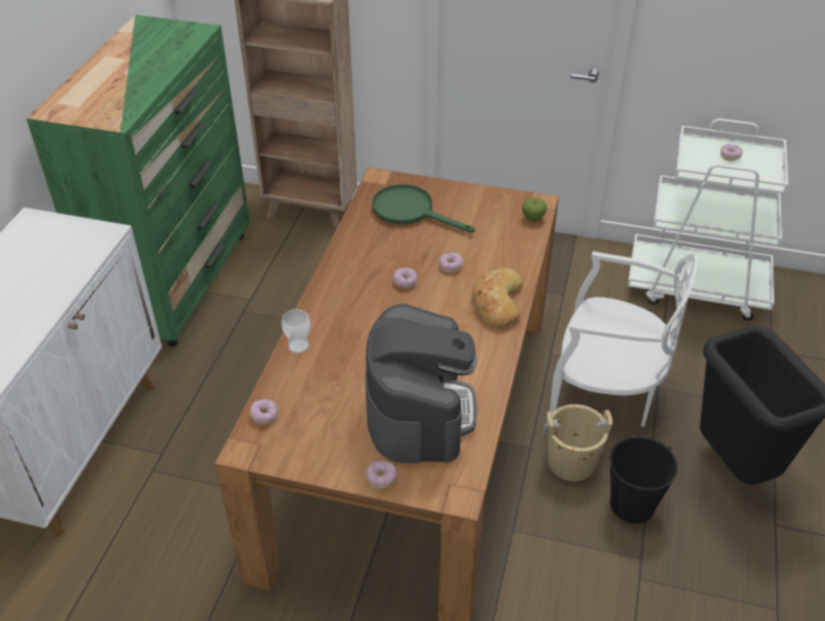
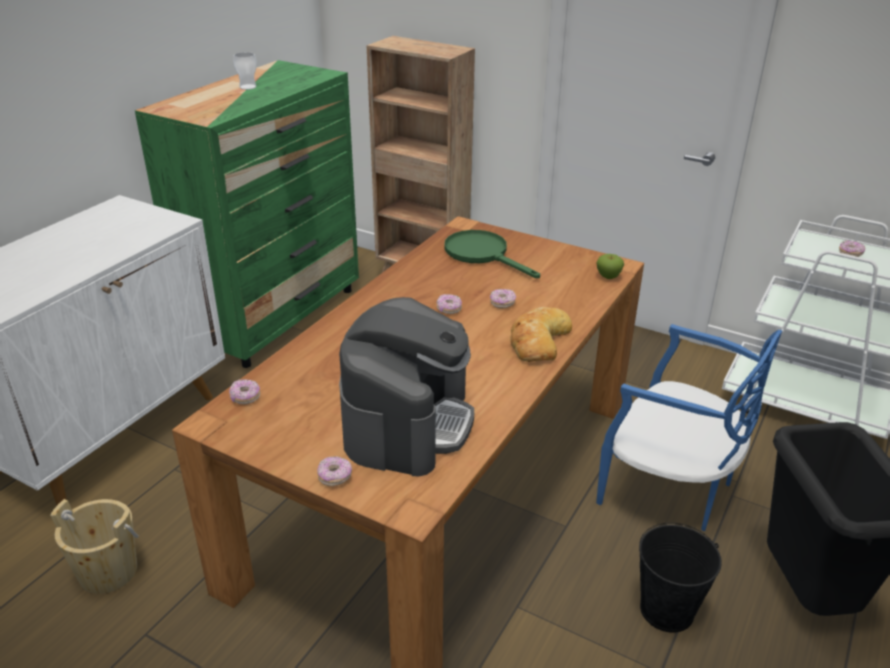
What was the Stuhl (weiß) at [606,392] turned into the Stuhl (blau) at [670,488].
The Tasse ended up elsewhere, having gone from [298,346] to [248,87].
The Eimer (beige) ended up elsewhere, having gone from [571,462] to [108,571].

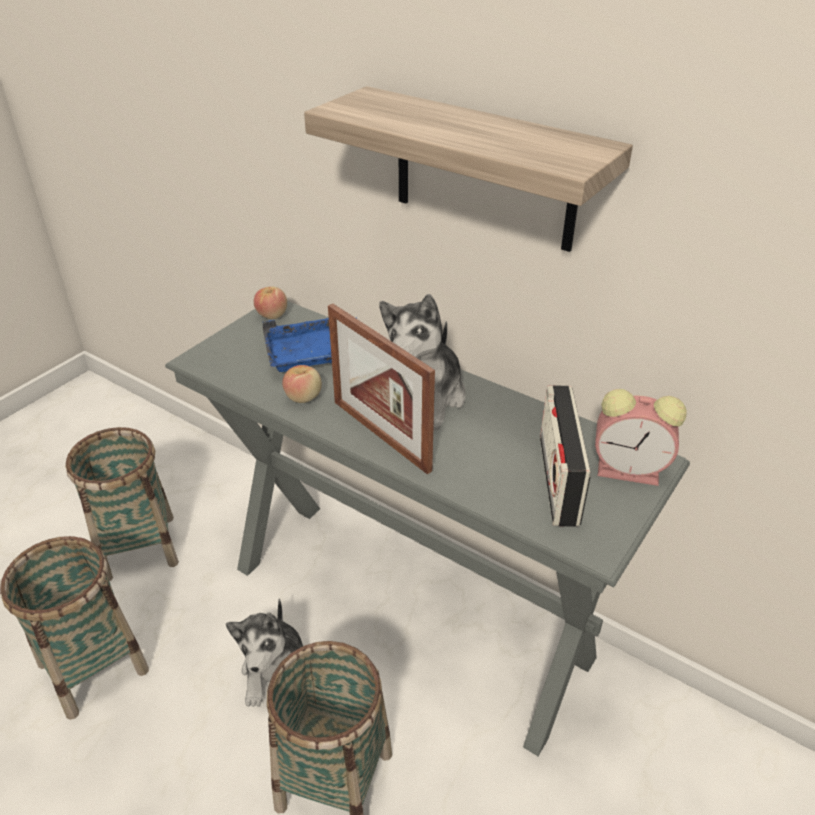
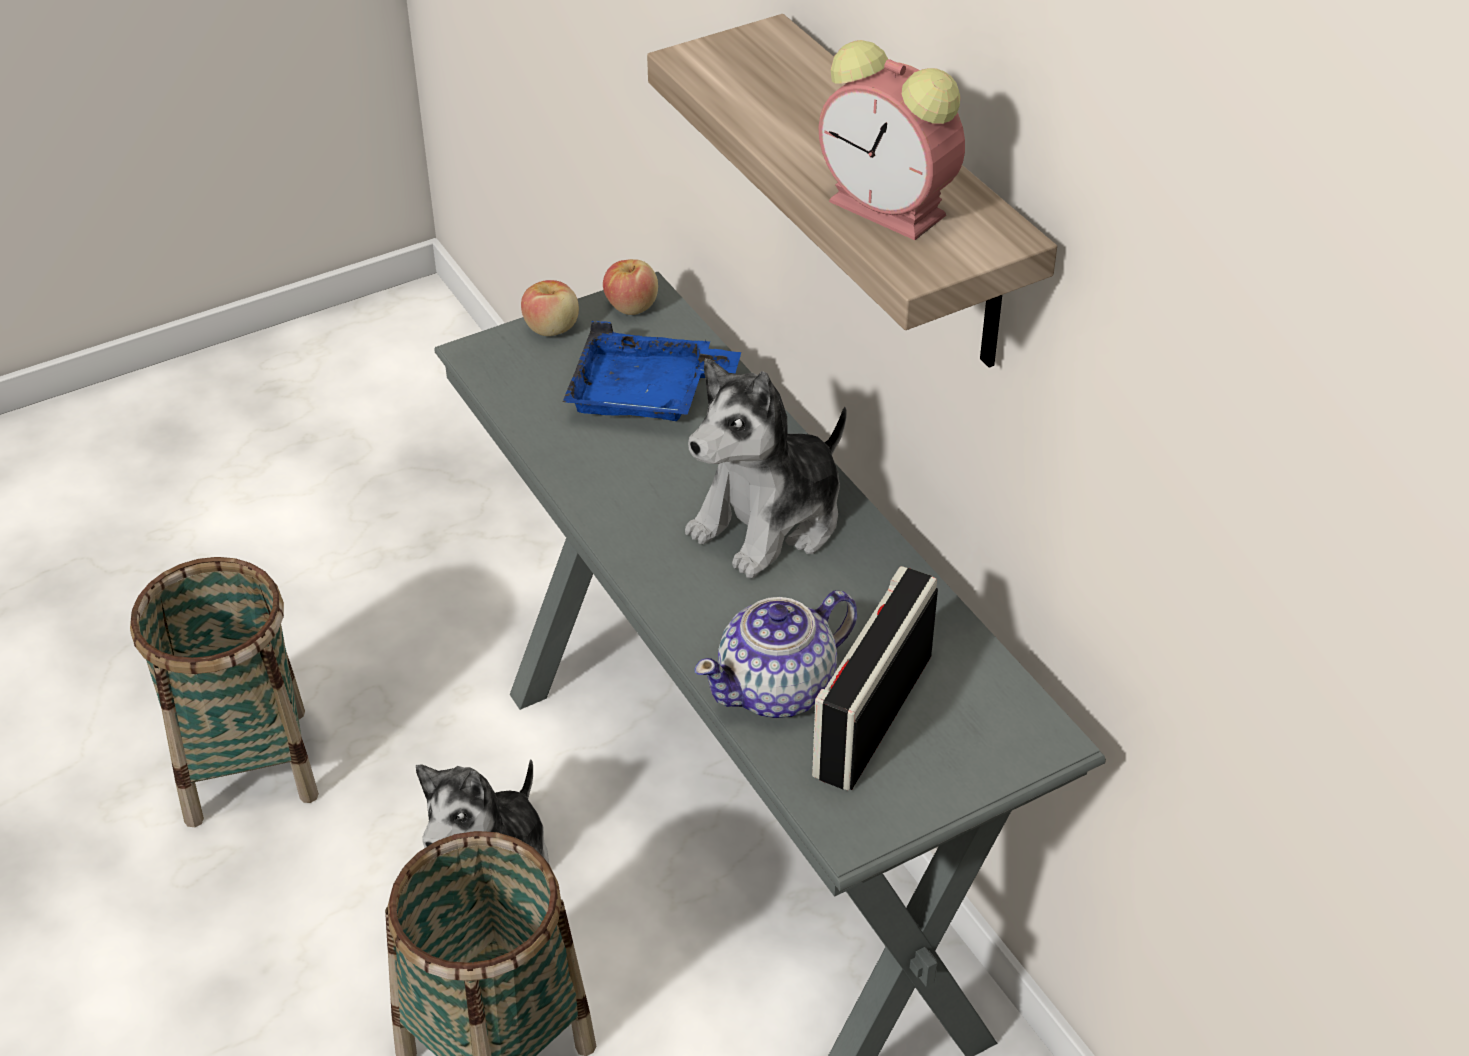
The second view lost the Bilderrahmen at [381,435].
The Apfel ended up elsewhere, having gone from [304,397] to [552,328].
The Wecker ended up elsewhere, having gone from [631,470] to [892,209].
The second view lost the Korb at [138,547].
The second view gained the Teekanne at [778,689].

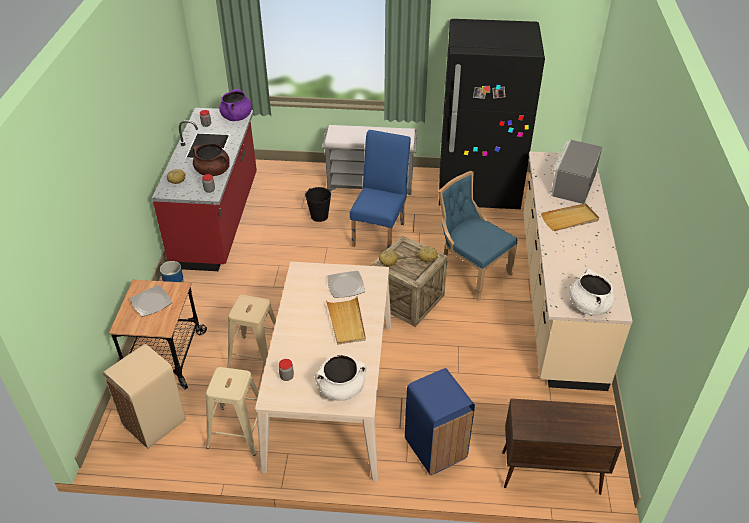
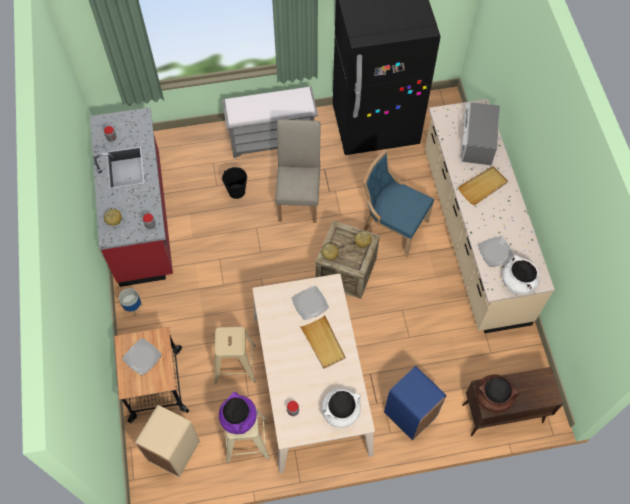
The Kochtopf (lila) ended up elsewhere, having gone from [237,117] to [238,418].
What was the Stuhl (blau) at [380,231] turned into the Stuhl (beige) at [299,198].
The Kochtopf (braun) ended up elsewhere, having gone from [213,171] to [493,397].
The second view gained the Teller at [495,252].

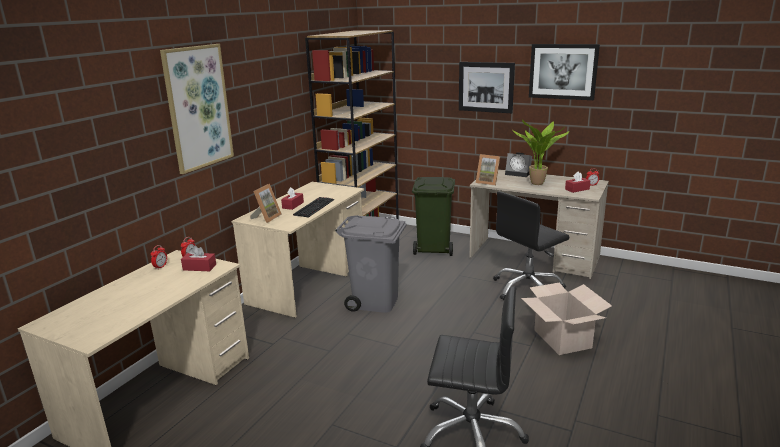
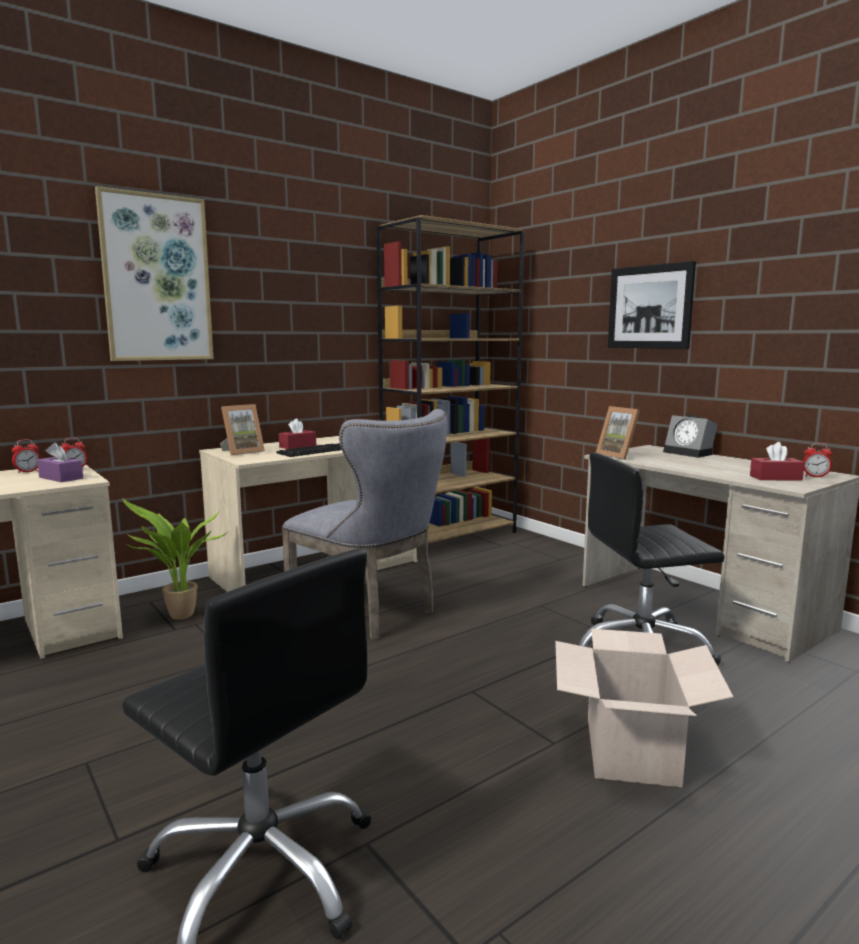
The second view lost the Bild at [563,71].
The Topfpflanze ended up elsewhere, having gone from [538,184] to [179,618].
The second view lost the Mülleimer (grün) at [434,248].
Where the Mülleimer (grau) stood at [375,302], the Stuhl (grau) came to stand at [371,612].
What was the Taschentuchbox (rot) at [199,267] turned into the Taschentuchbox (lila) at [61,478].

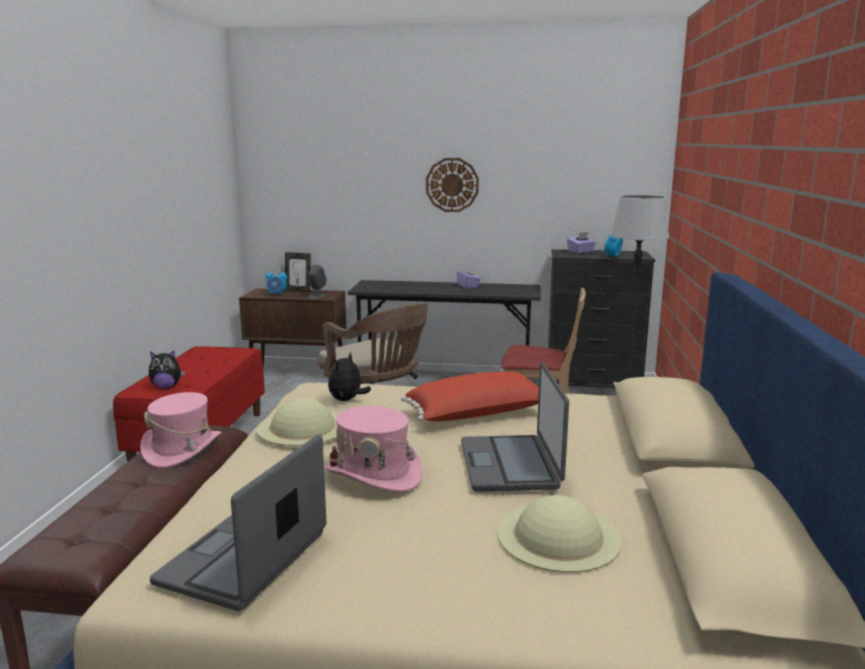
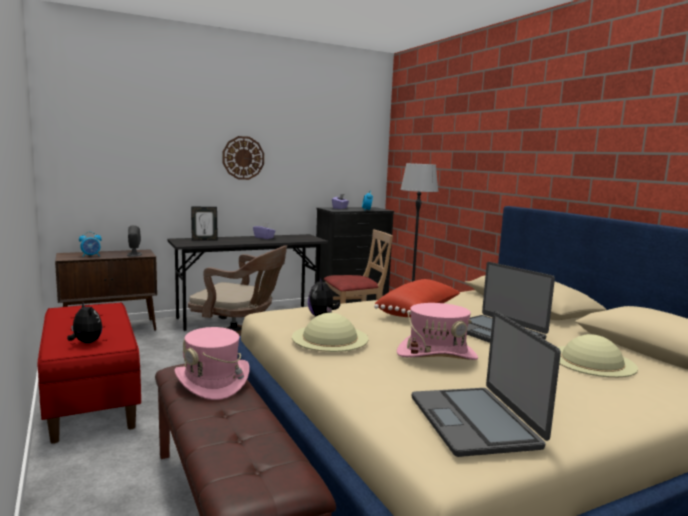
The Bilderrahmen ended up elsewhere, having gone from [298,290] to [204,240].
The Plüschtier at [166,387] ended up facing another way, 90 degrees counterclockwise from before.

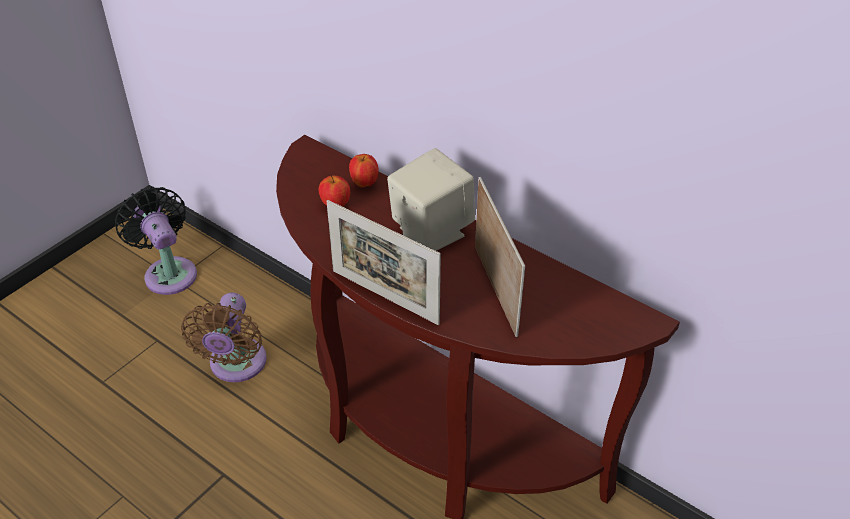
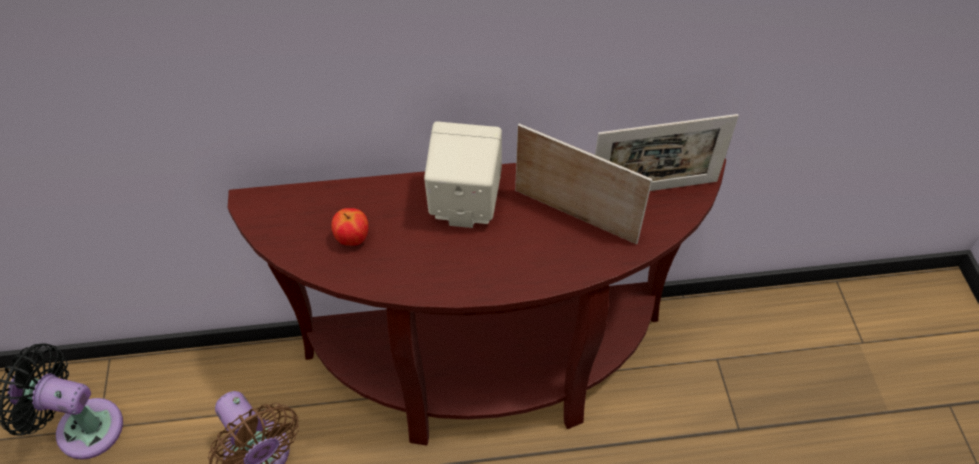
The second view lost the Apfel at [364,183].
The Bilderrahmen ended up elsewhere, having gone from [384,297] to [653,189].

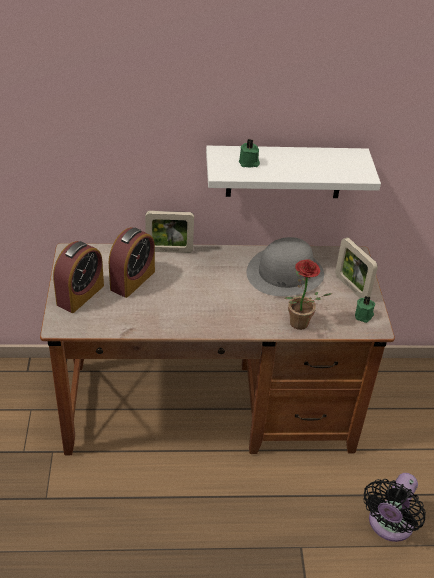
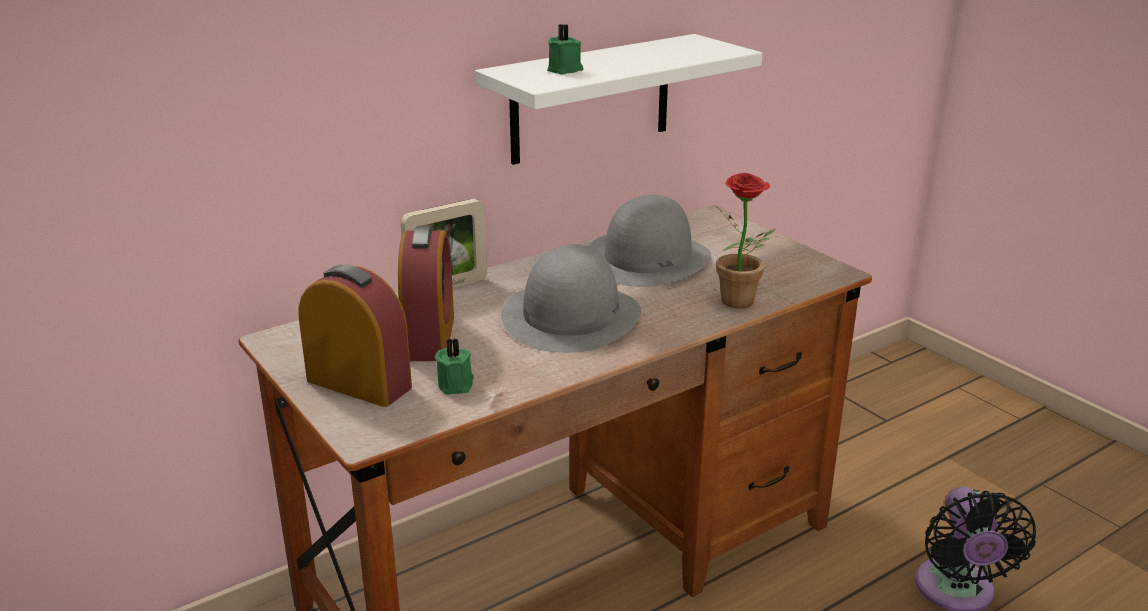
The second view lost the Bilderrahmen at [351,288].
The Wecker at [80,295] ended up facing another way, 60 degrees counterclockwise from before.
The Kerze (grün) ended up elsewhere, having gone from [364,315] to [457,384].
The second view gained the Hut (grau) at [570,316].

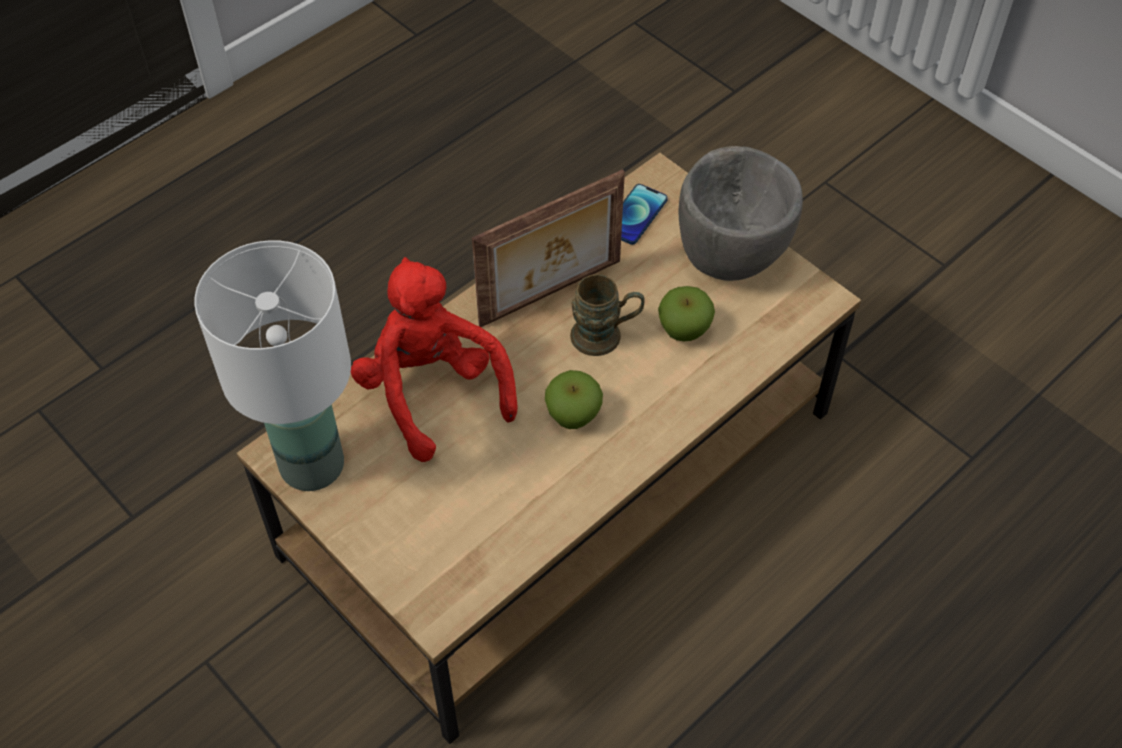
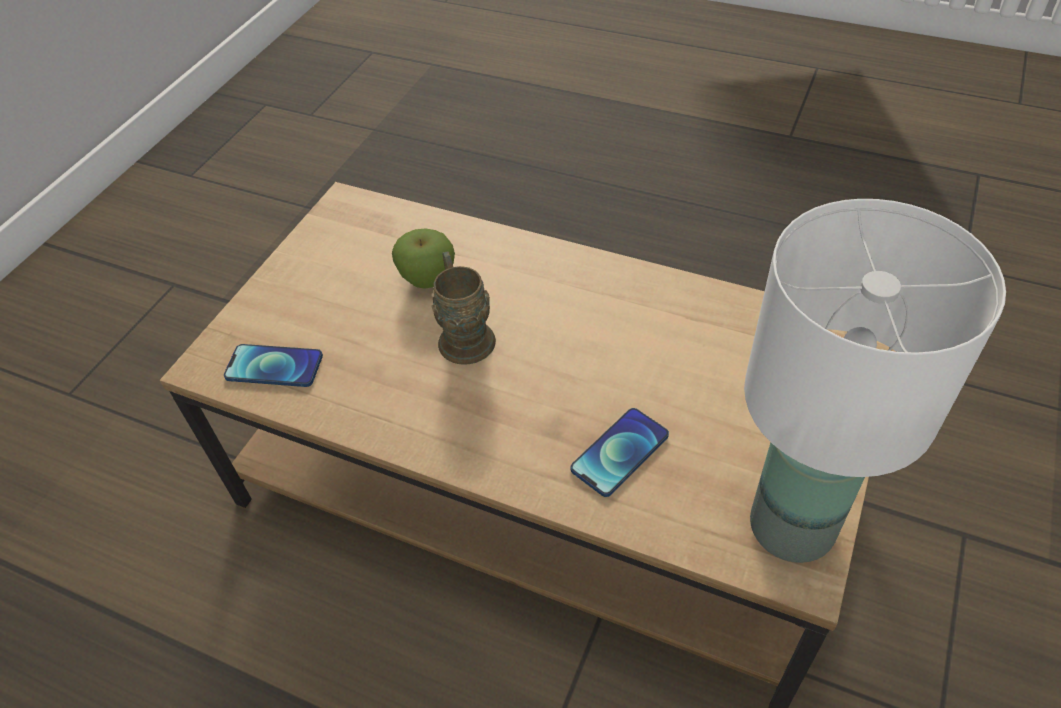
The second view lost the Schüssel (grau) at [731,258].
The second view lost the Bilderrahmen at [552,294].
Where the Plüschtier (rot) stood at [432,391], the Handy came to stand at [620,452].
The second view lost the Apfel at [573,416].

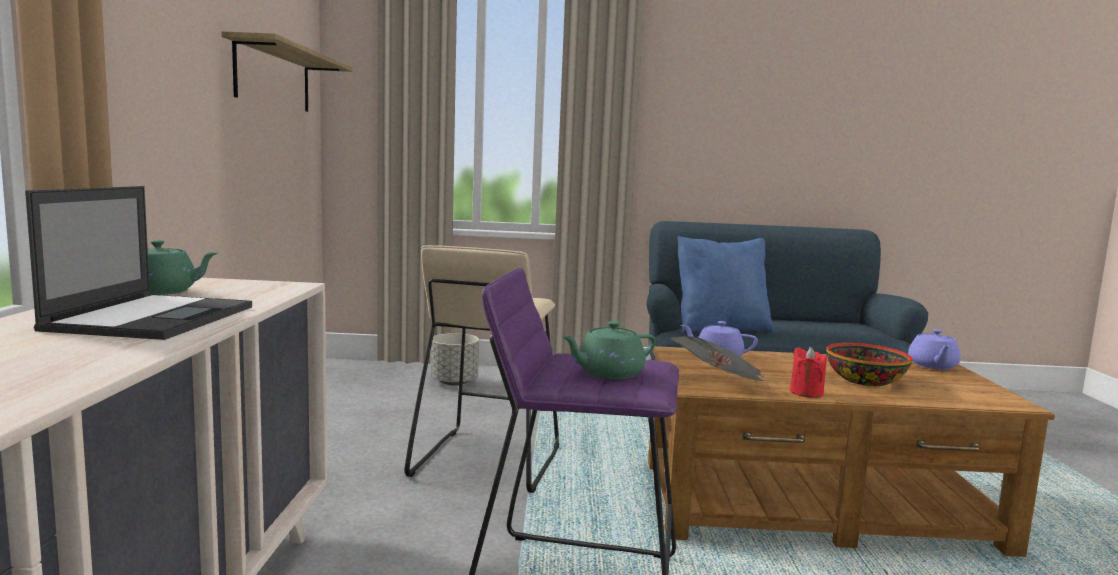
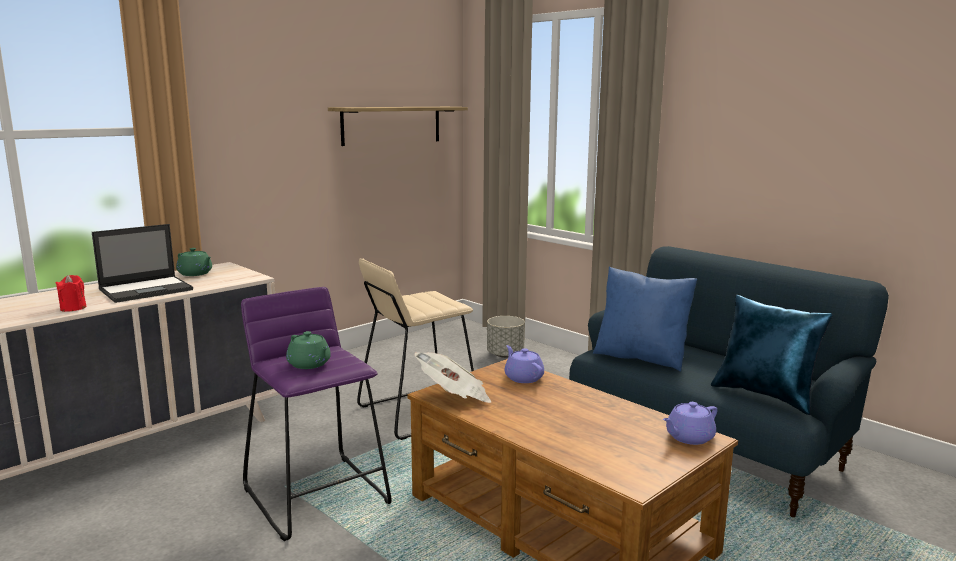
The Teekanne (grün) at [608,373] ended up facing another way, 150 degrees counterclockwise from before.
The second view lost the Schüssel at [864,380].
The Kerze (rot) ended up elsewhere, having gone from [806,392] to [73,308].
The second view gained the Kissen (blau) at [765,395].

